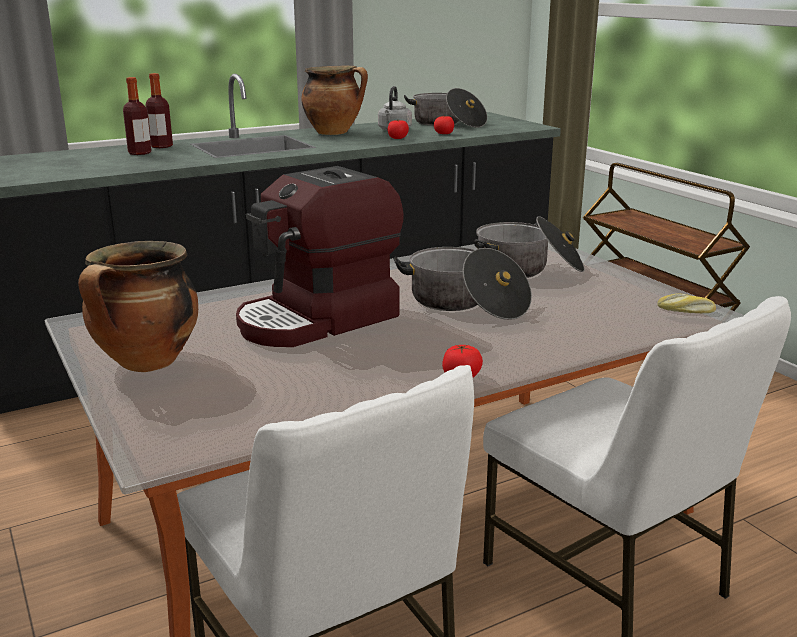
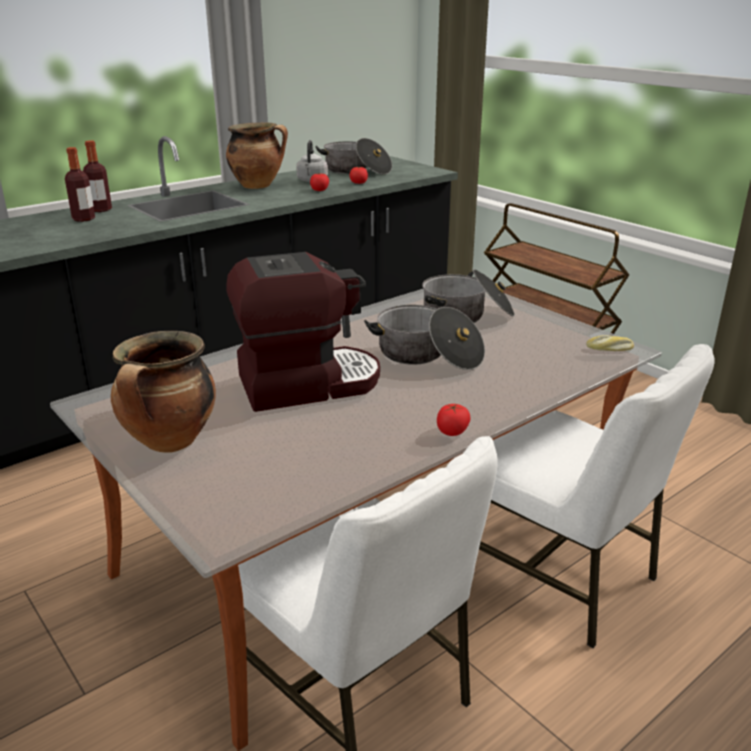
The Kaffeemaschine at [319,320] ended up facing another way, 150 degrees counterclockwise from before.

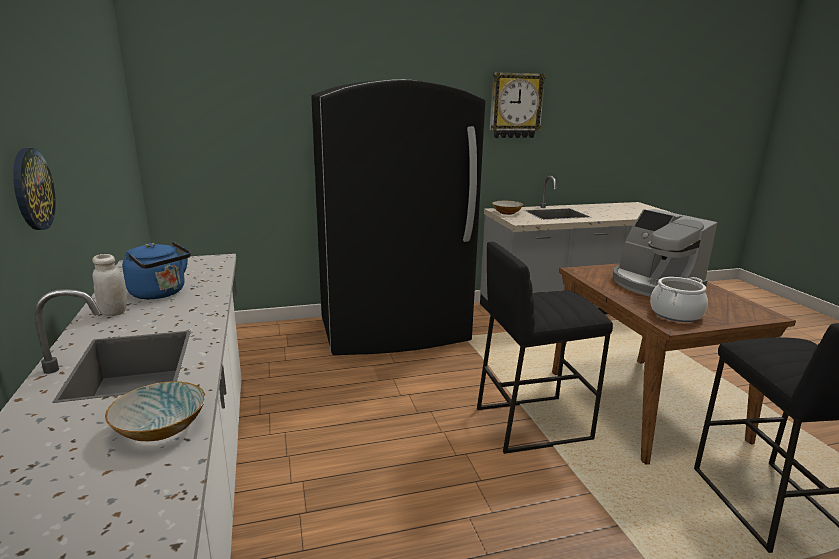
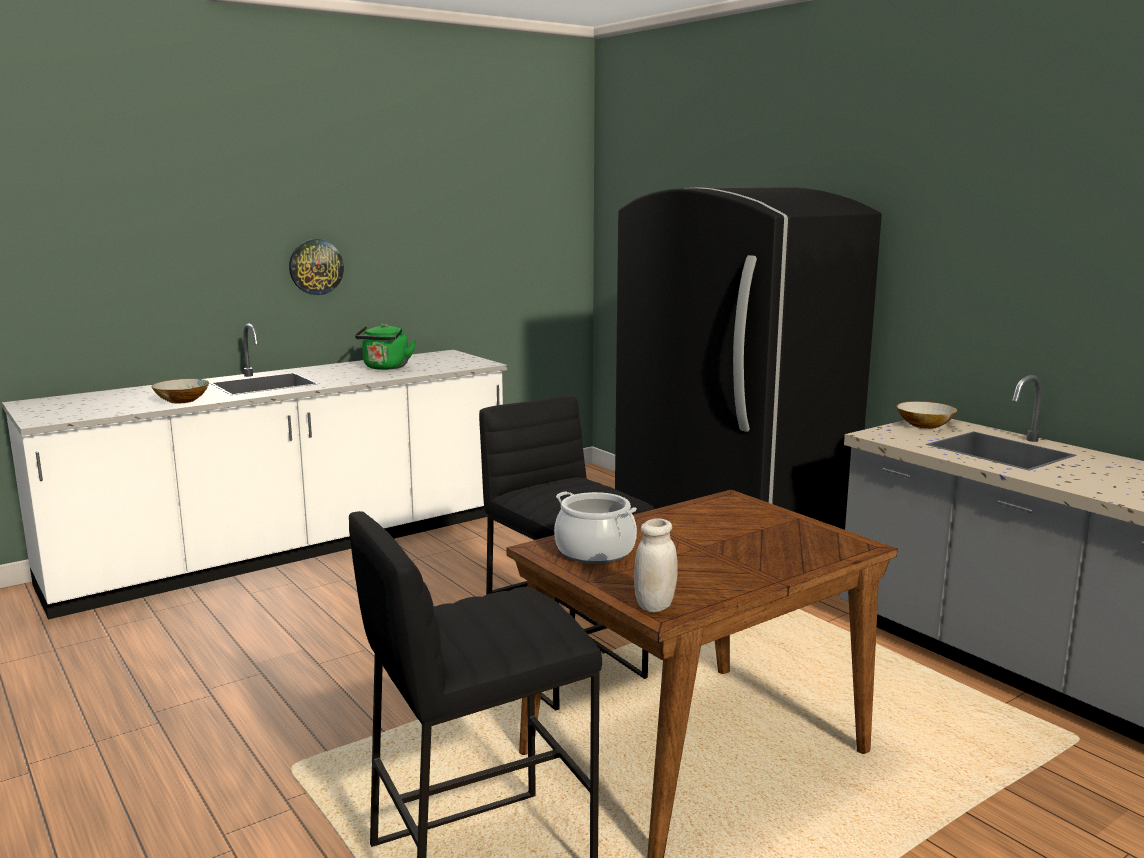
The second view lost the Wanduhr at [515,106].
The second view lost the Kaffeemaschine at [654,284].
What was the Wasserkessel (blau) at [160,293] turned into the Wasserkessel (grün) at [385,367].
The Vorratsglas (weiß) ended up elsewhere, having gone from [114,312] to [655,606].

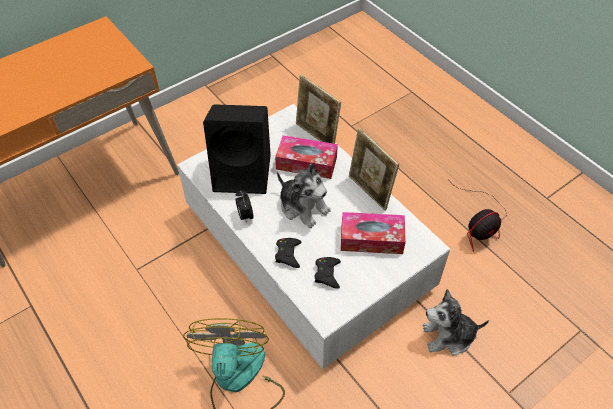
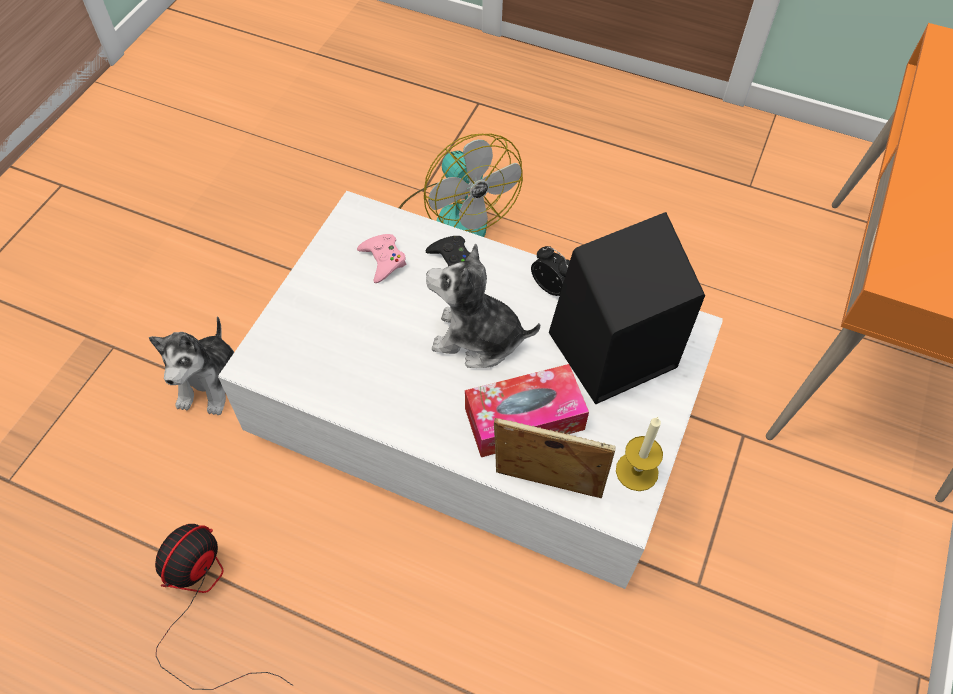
The second view lost the Bilderrahmen at [369,192].
The second view lost the Taschentuchbox at [371,239].
What was the Gamepad (schwarz) at [327,274] turned into the Gamepad (rosa) at [383,260].
The Plüschtier at [448,336] ended up facing another way, 135 degrees clockwise from before.
The second view gained the Kerze at [637,471].

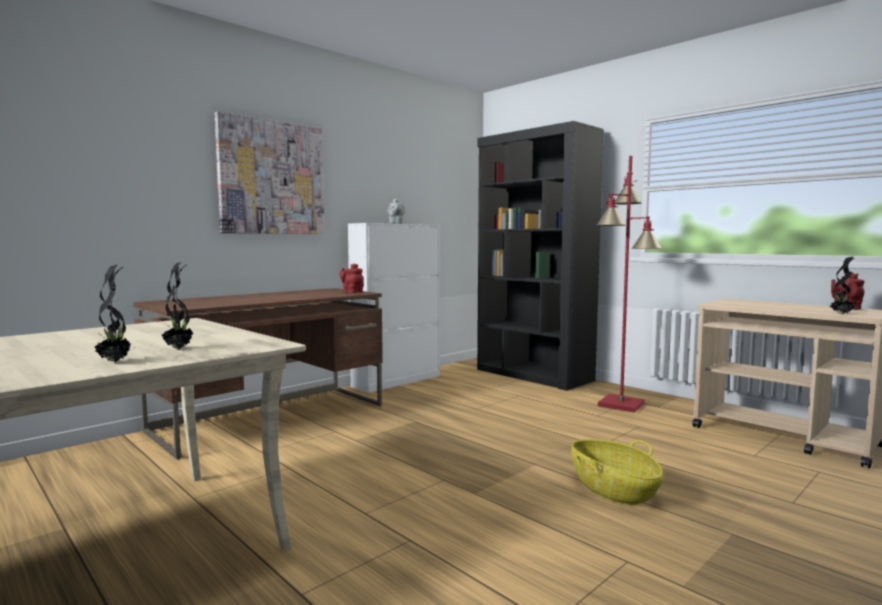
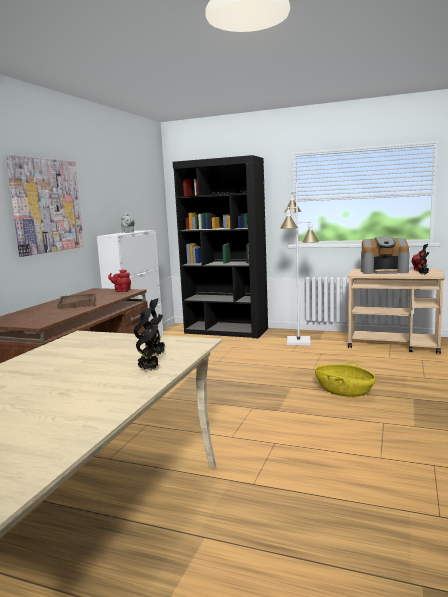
What was the Stehlampe (rot) at [622,404] turned into the Stehlampe (weiß) at [299,341].
The second view gained the Kaffeemaschine at [384,271].
The second view gained the Tablett (braun) at [77,302].

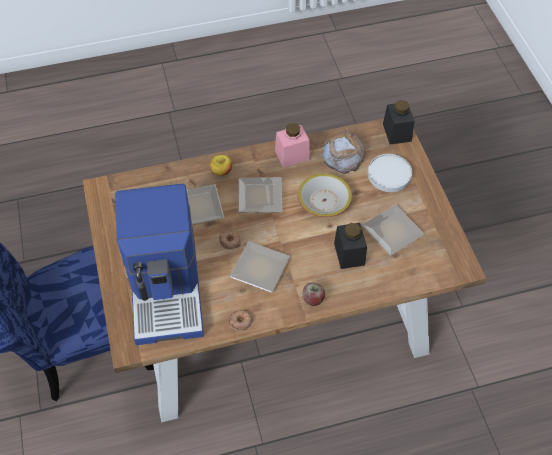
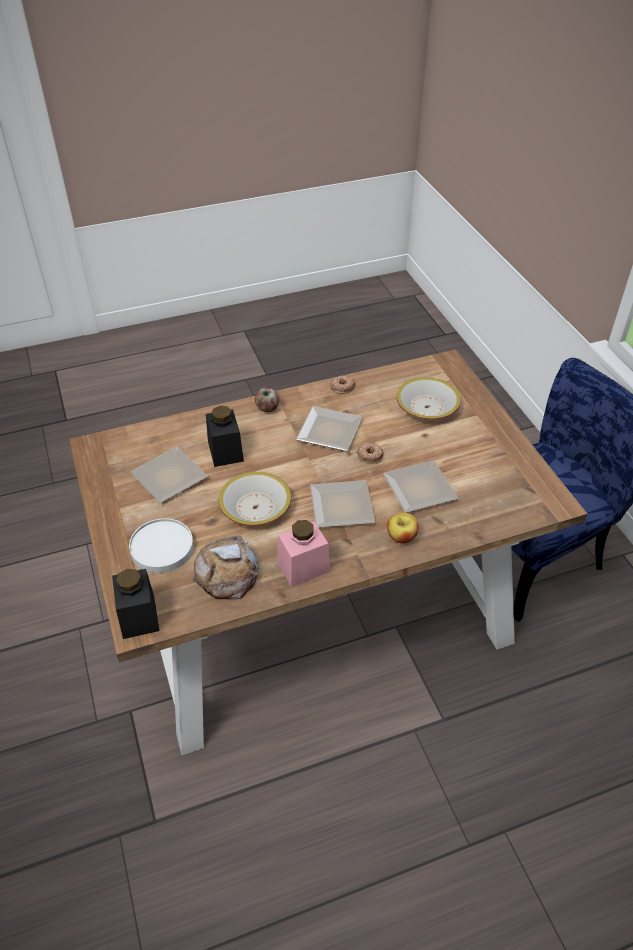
Where the Kaffeemaschine stood at [168,289], the Schüssel came to stand at [427,407].

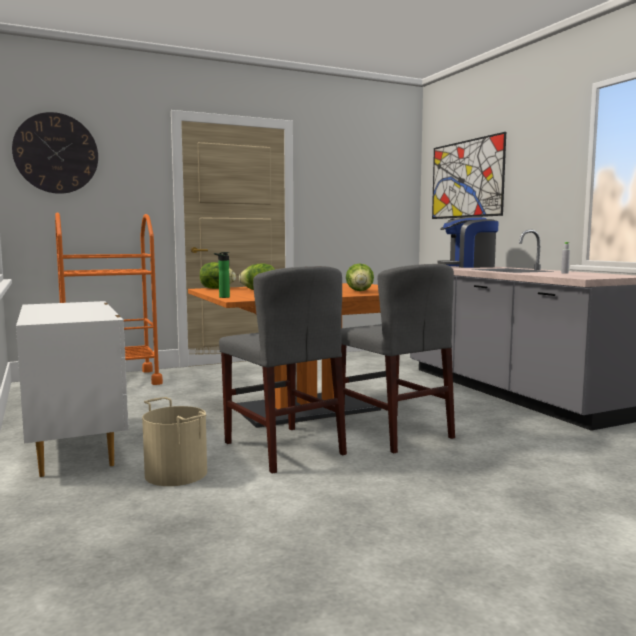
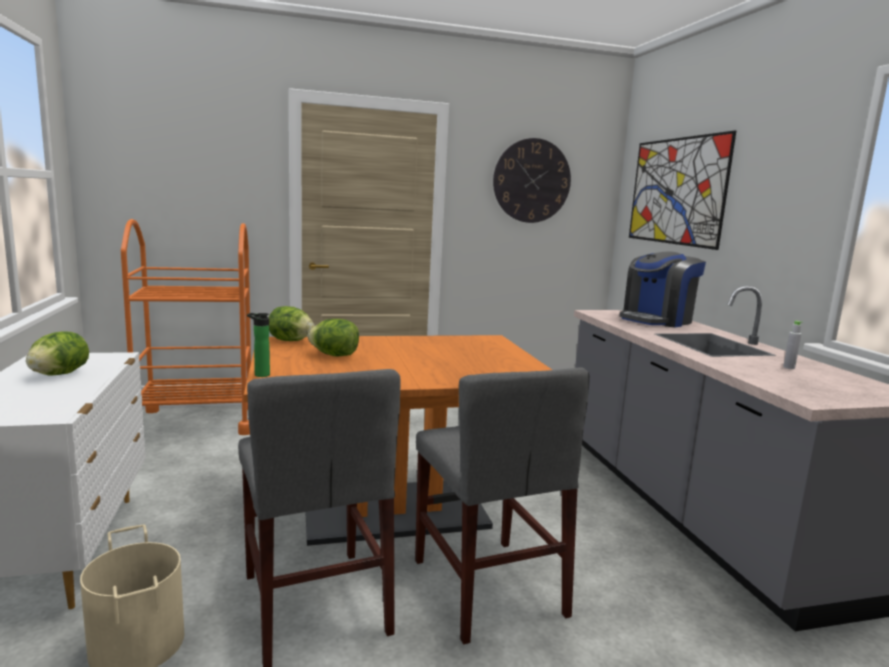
The Wanduhr ended up elsewhere, having gone from [56,153] to [532,181].
The Kaffeemaschine at [468,266] ended up facing another way, 45 degrees counterclockwise from before.
The Salatkopf ended up elsewhere, having gone from [359,291] to [59,374].

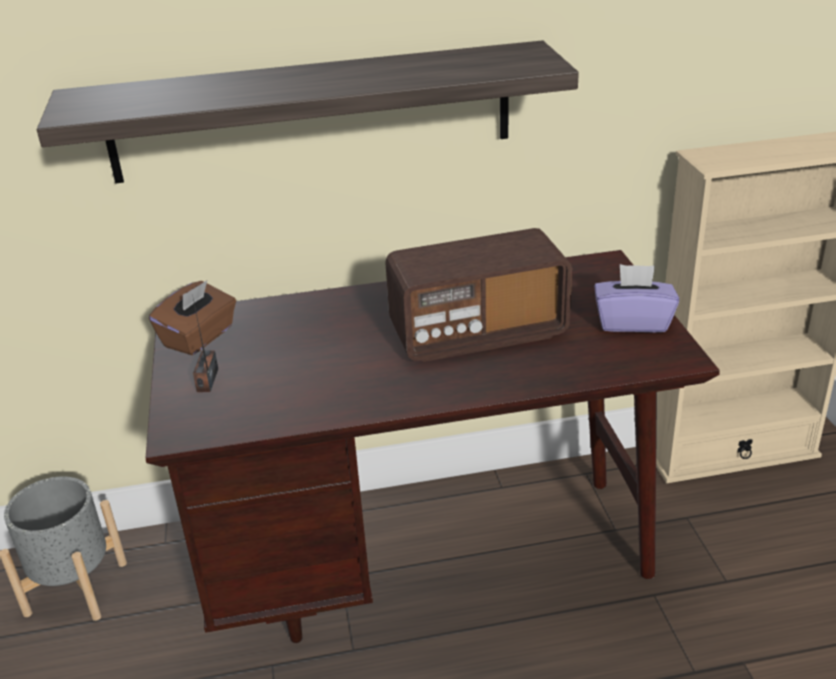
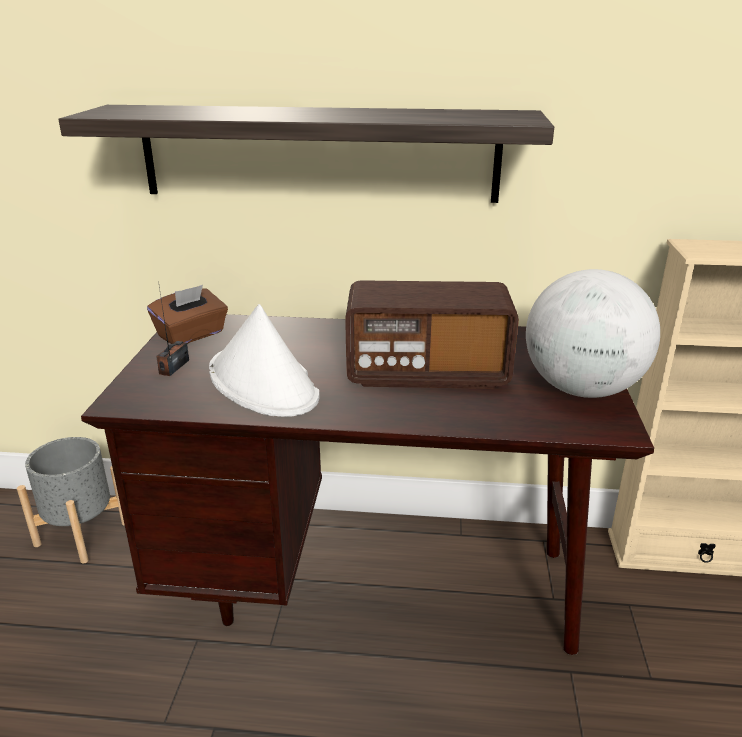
Where the Taschentuchbox (lila) stood at [632,322], the Globus came to stand at [581,389].
The second view gained the Hut (weiß) at [263,383].

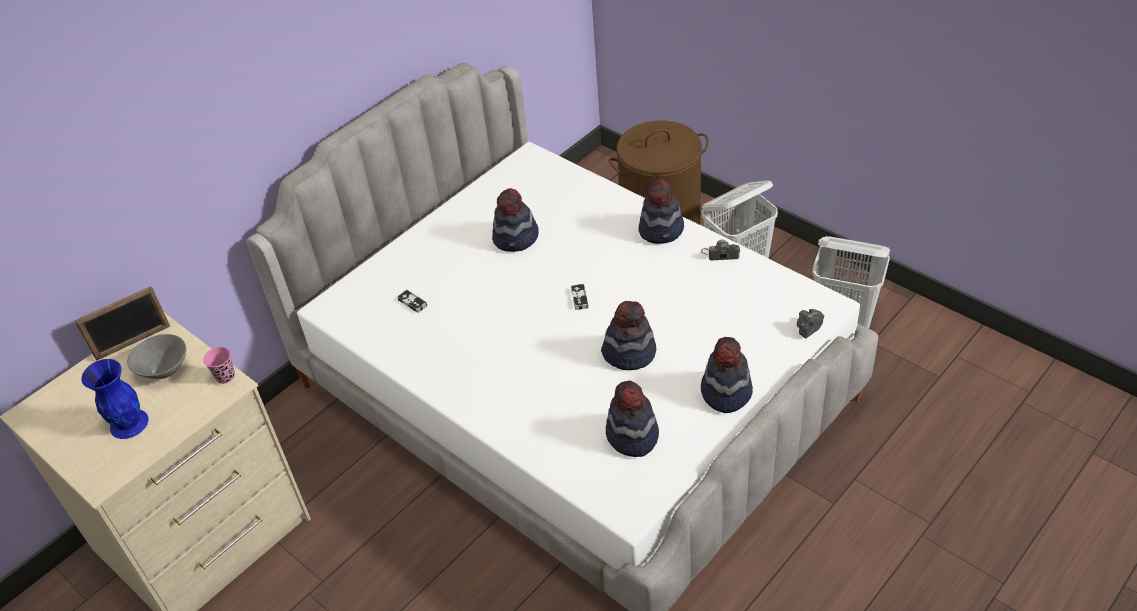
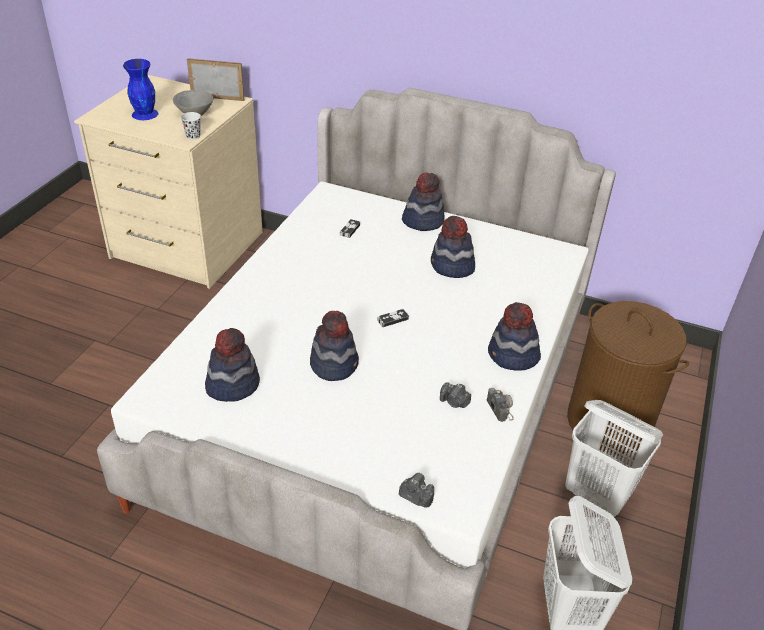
The Bilderrahmen at [133,342] ended up facing another way, 150 degrees clockwise from before.
The Hut ended up elsewhere, having gone from [725,392] to [423,221].
What was the Tasse (rosa) at [225,376] turned into the Tasse (schwarz) at [193,136].
The second view gained the Kamera at [454,402].

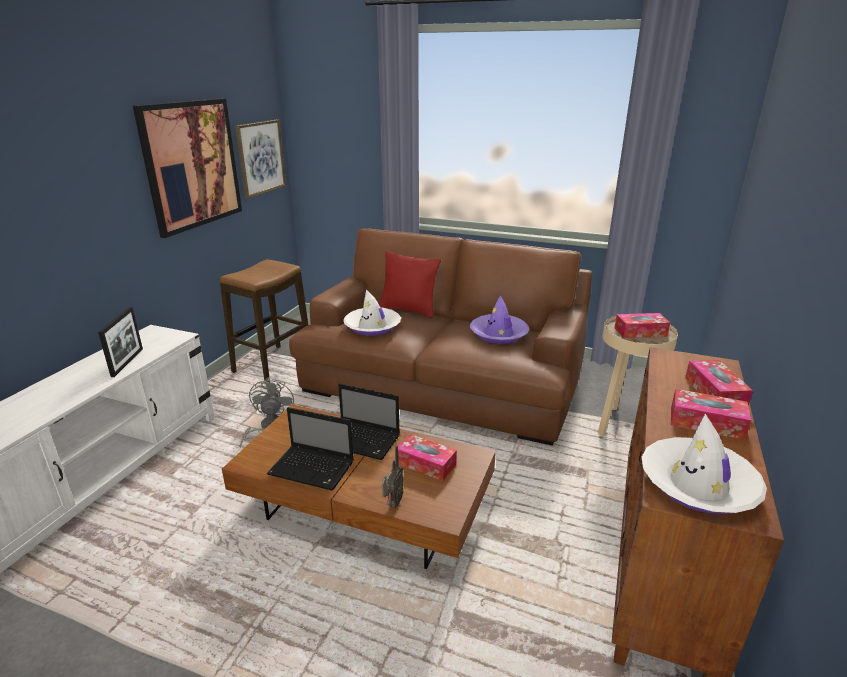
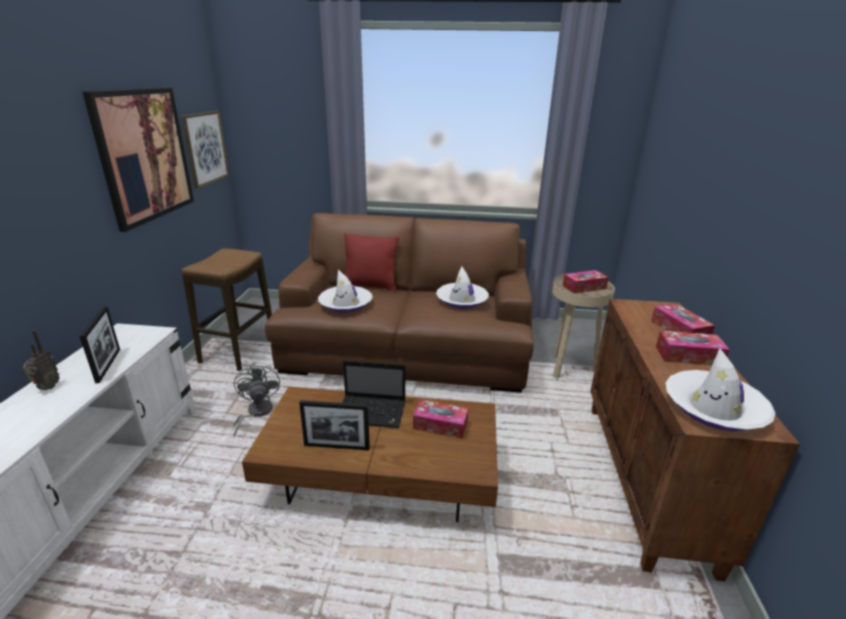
What was the Hut (lila) at [499,334] turned into the Hut (weiß) at [462,300].
Where the Laptop stood at [313,469], the Bilderrahmen came to stand at [336,446].
The Radio ended up elsewhere, having gone from [392,504] to [47,388].

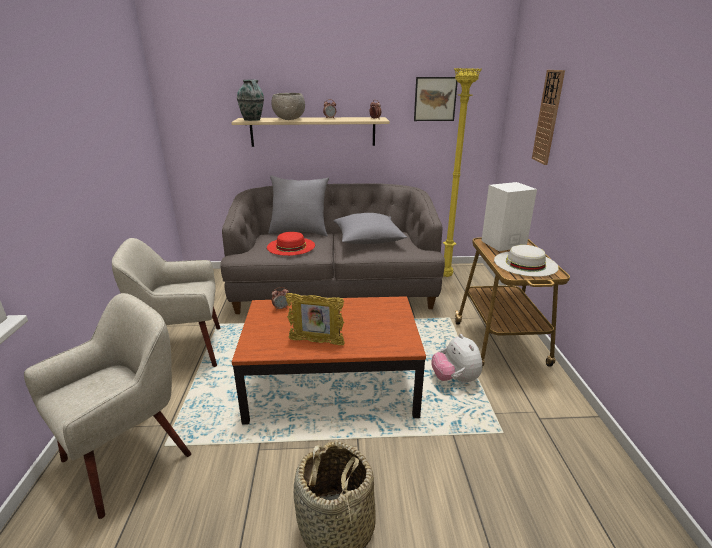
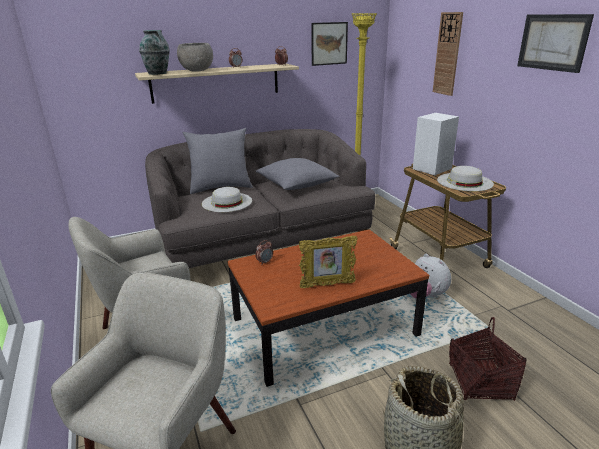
What was the Hut (rot) at [291,246] turned into the Hut (weiß) at [227,202].
The second view gained the Bild at [553,42].
The second view gained the Korb at [480,382].

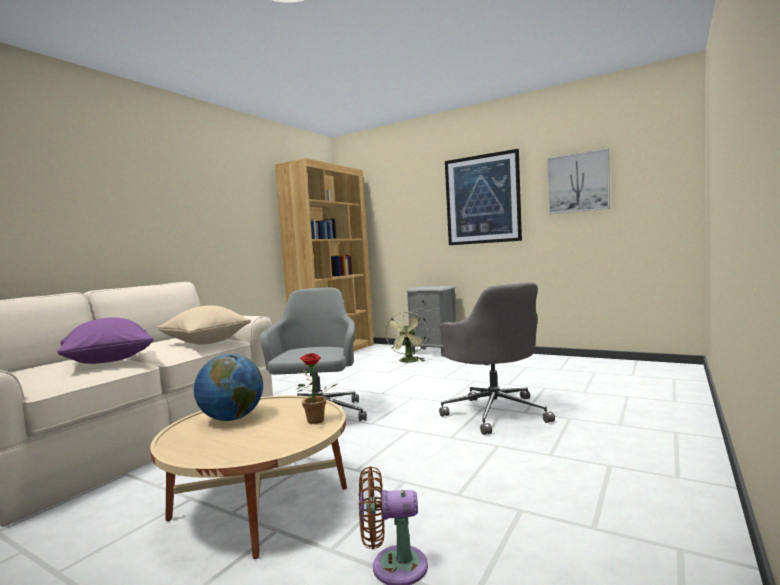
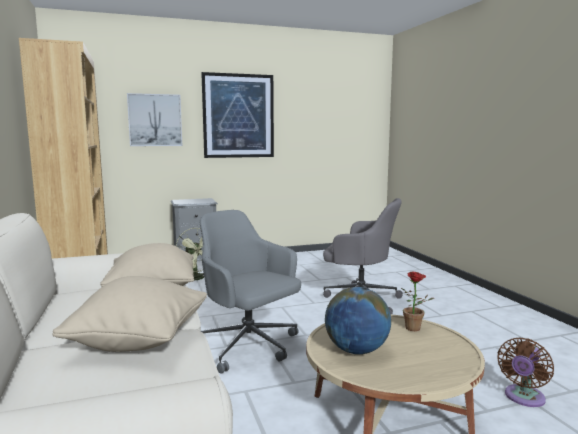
The Bild ended up elsewhere, having gone from [578,182] to [155,120].
What was the Kissen (lila) at [108,362] turned into the Kissen (beige) at [139,342].

